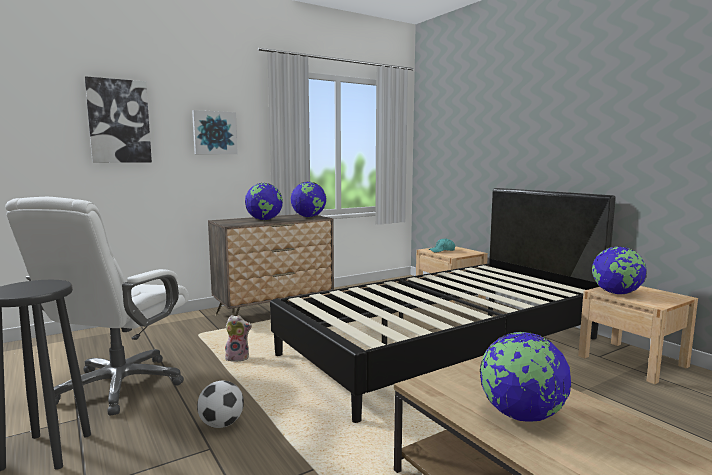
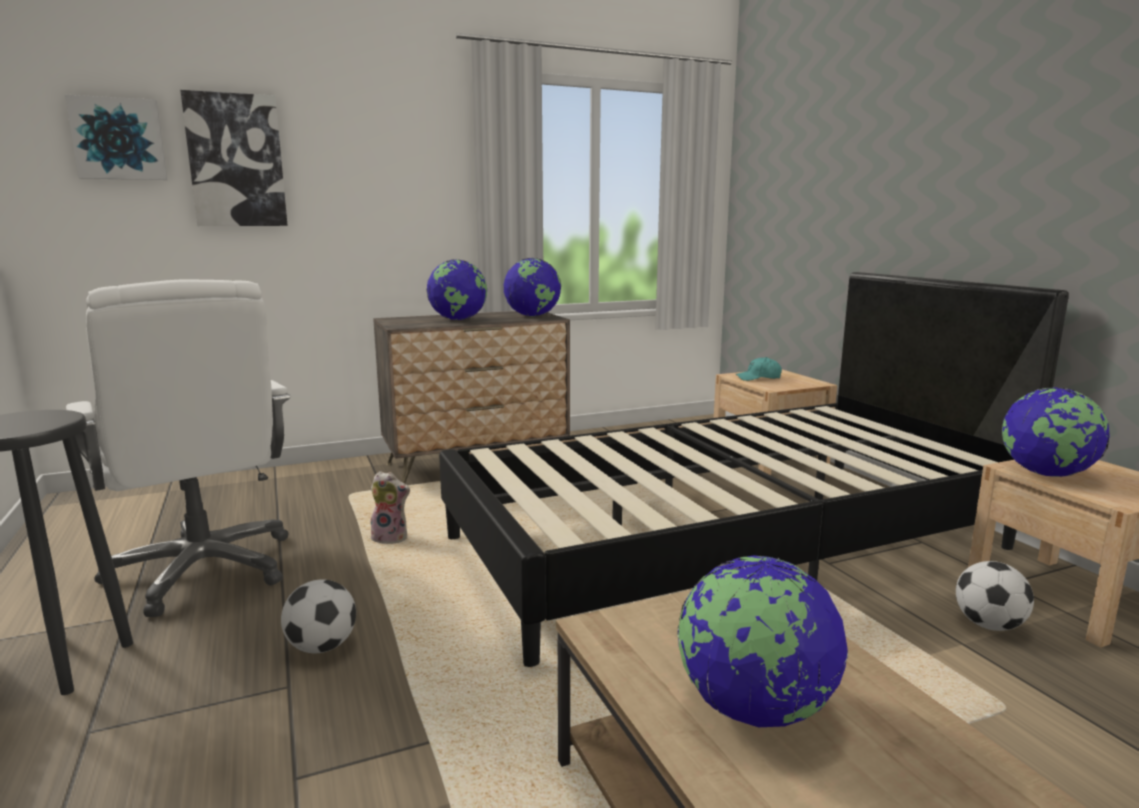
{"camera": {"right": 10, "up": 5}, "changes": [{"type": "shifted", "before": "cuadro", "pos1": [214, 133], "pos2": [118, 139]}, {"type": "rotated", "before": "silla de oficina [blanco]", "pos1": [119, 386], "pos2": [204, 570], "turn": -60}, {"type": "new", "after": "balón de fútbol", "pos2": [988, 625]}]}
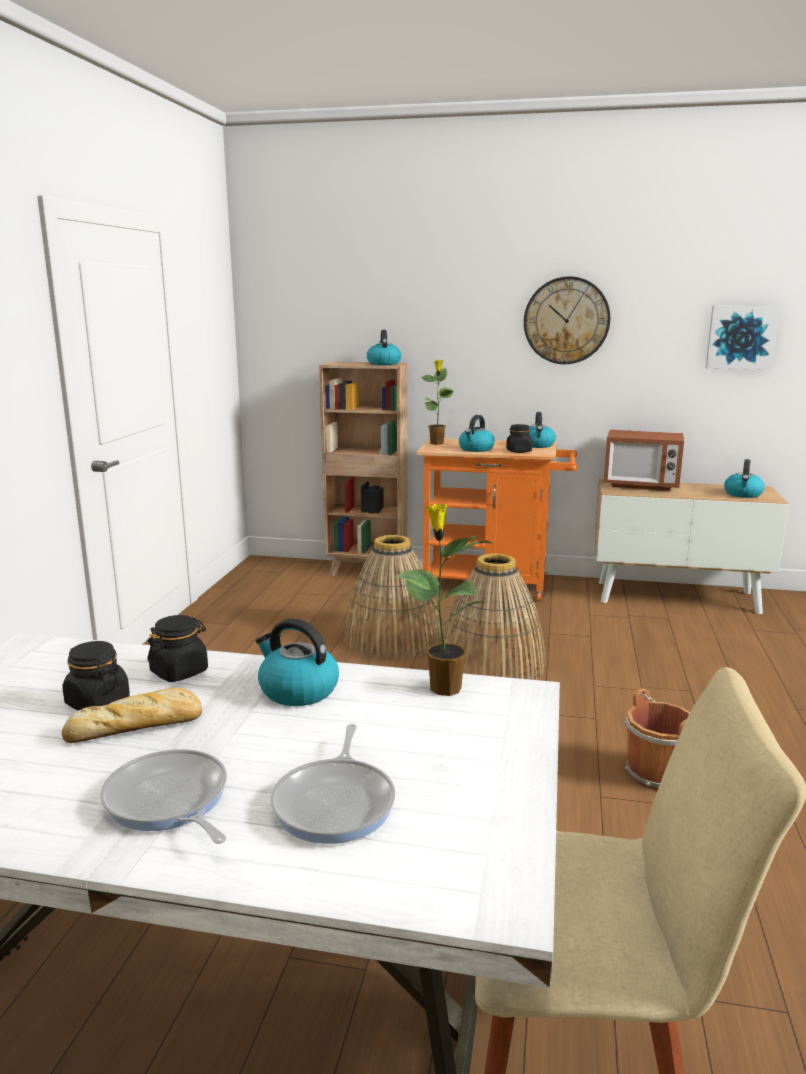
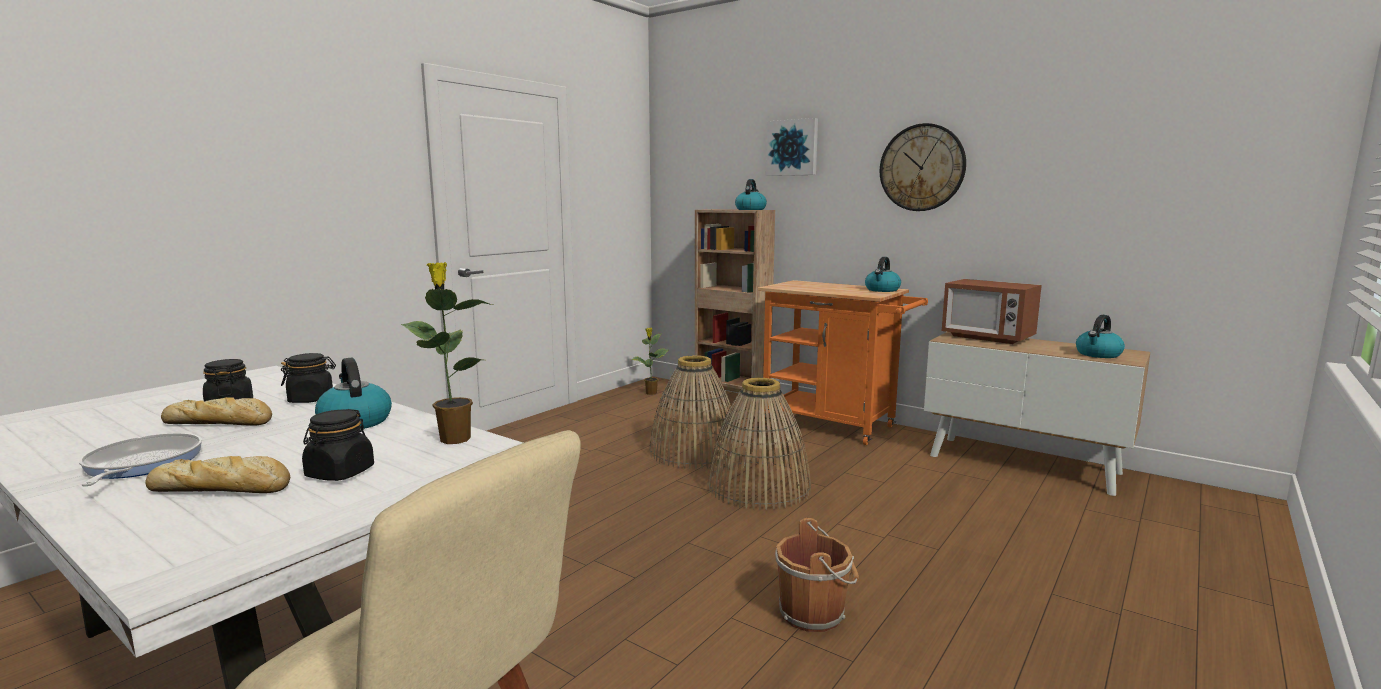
{"camera": {"right": 25, "up": -5}, "changes": [{"type": "shifted", "before": "cuadro", "pos1": [741, 337], "pos2": [792, 148]}, {"type": "shifted", "before": "planta en maceta", "pos1": [437, 443], "pos2": [651, 393]}, {"type": "gone", "before": "hervidor", "pos1": [476, 449]}, {"type": "shifted", "before": "tarro [negro]", "pos1": [519, 451], "pos2": [340, 473]}, {"type": "swapped", "before": "sartén", "after": "pan", "pos1": [336, 803], "pos2": [223, 489]}]}
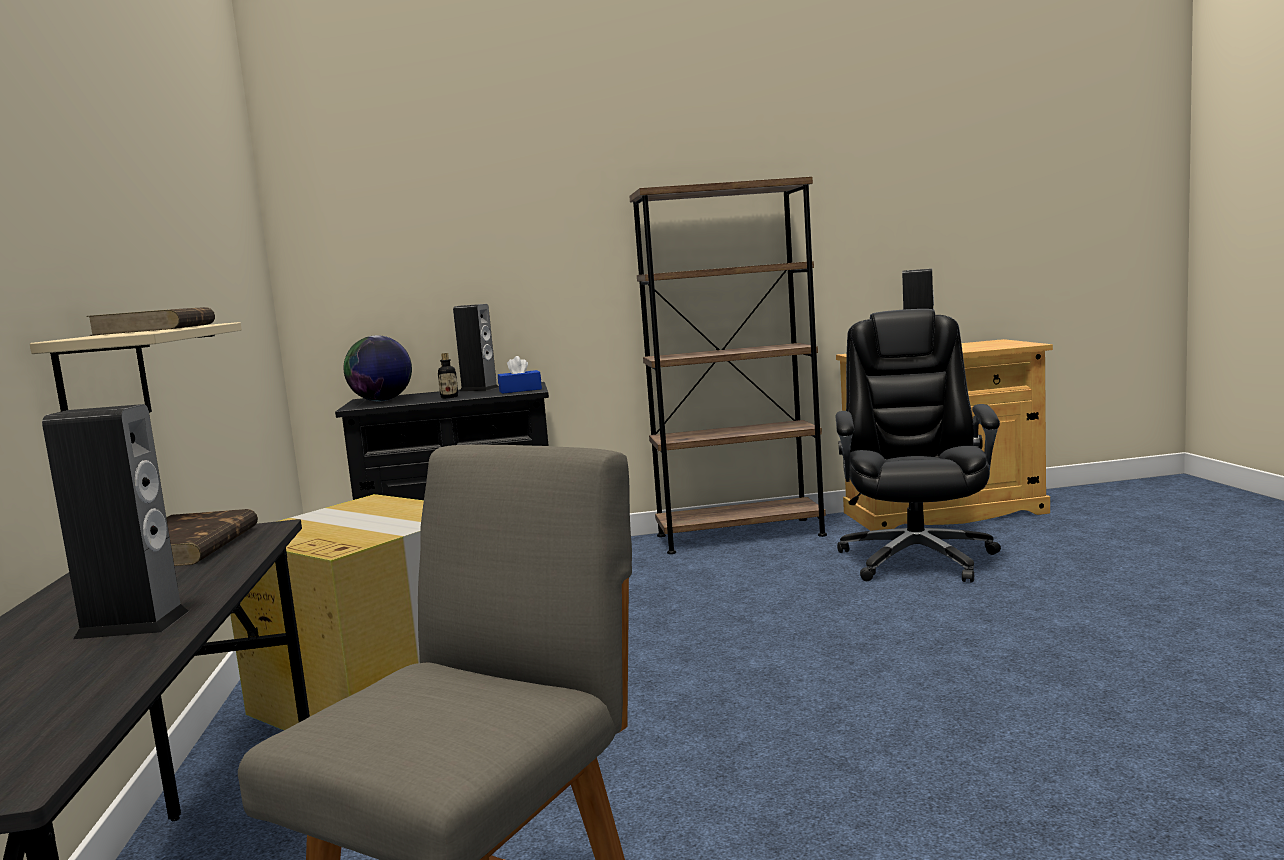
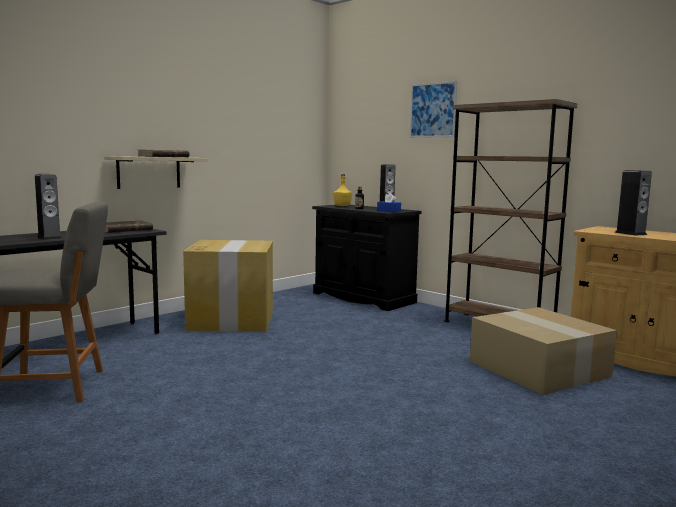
{"camera": {"right": 50, "up": 0}, "changes": [{"type": "swapped", "before": "silla de oficina [negro]", "after": "caja de cartón", "pos1": [916, 558], "pos2": [541, 369]}, {"type": "swapped", "before": "globo terráqueo", "after": "botella [amarillo]", "pos1": [381, 401], "pos2": [342, 206]}, {"type": "new", "after": "cuadro", "pos2": [432, 110]}]}
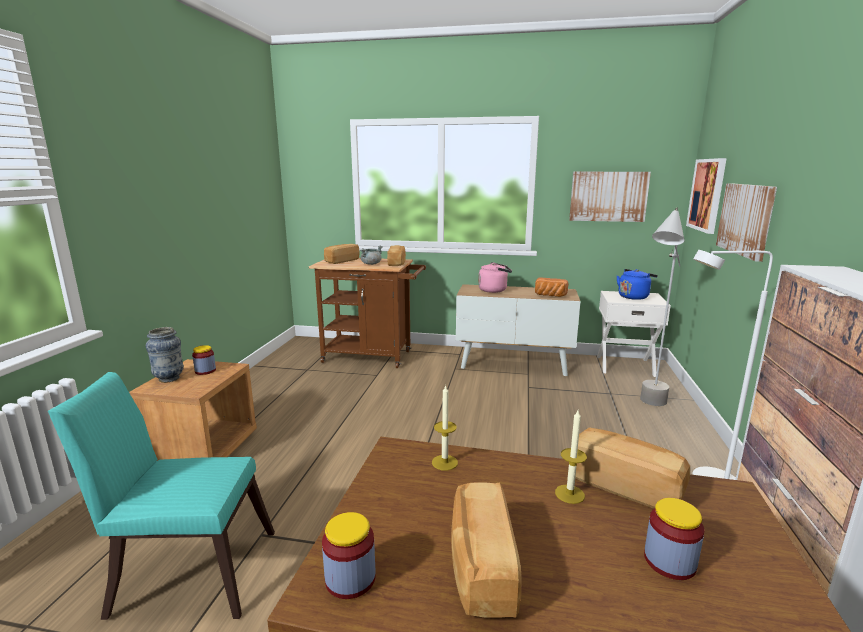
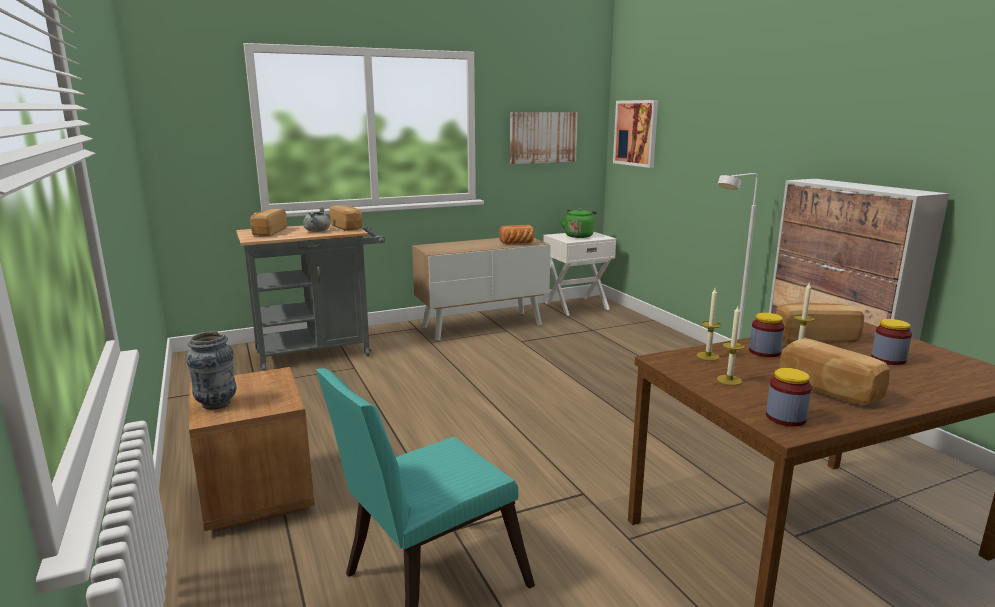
{"camera": {"right": -35, "up": 0}, "changes": [{"type": "gone", "before": "cuadro", "pos1": [746, 219]}, {"type": "gone", "before": "lámpara de pie [gris]", "pos1": [648, 408]}, {"type": "repainted", "before": "carrito [marrón]", "after": "carrito [gris]", "pos1": [372, 357], "pos2": [320, 352]}, {"type": "gone", "before": "hervidor [rosa]", "pos1": [494, 290]}, {"type": "repainted", "before": "hervidor [azul]", "after": "hervidor [verde]", "pos1": [634, 296], "pos2": [579, 236]}, {"type": "shifted", "before": "tarro", "pos1": [205, 371], "pos2": [764, 352]}, {"type": "new", "after": "vela", "pos2": [729, 380]}]}
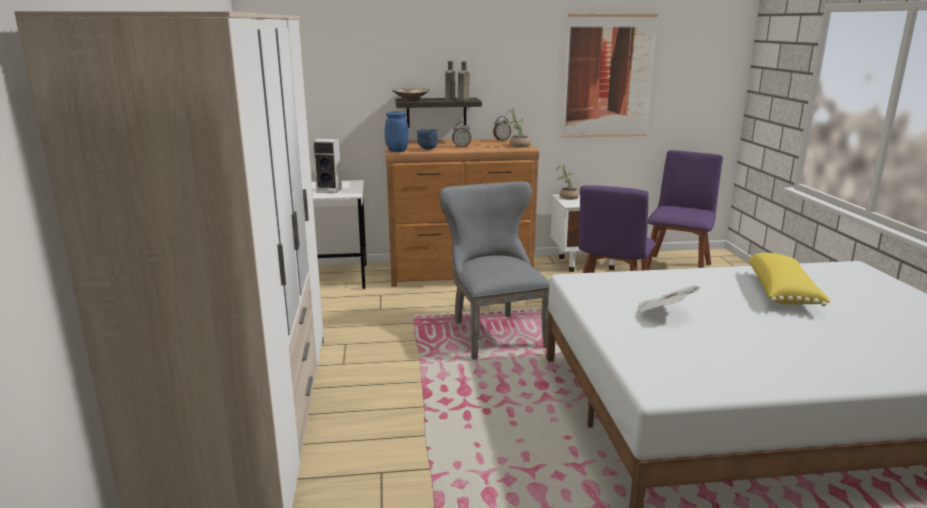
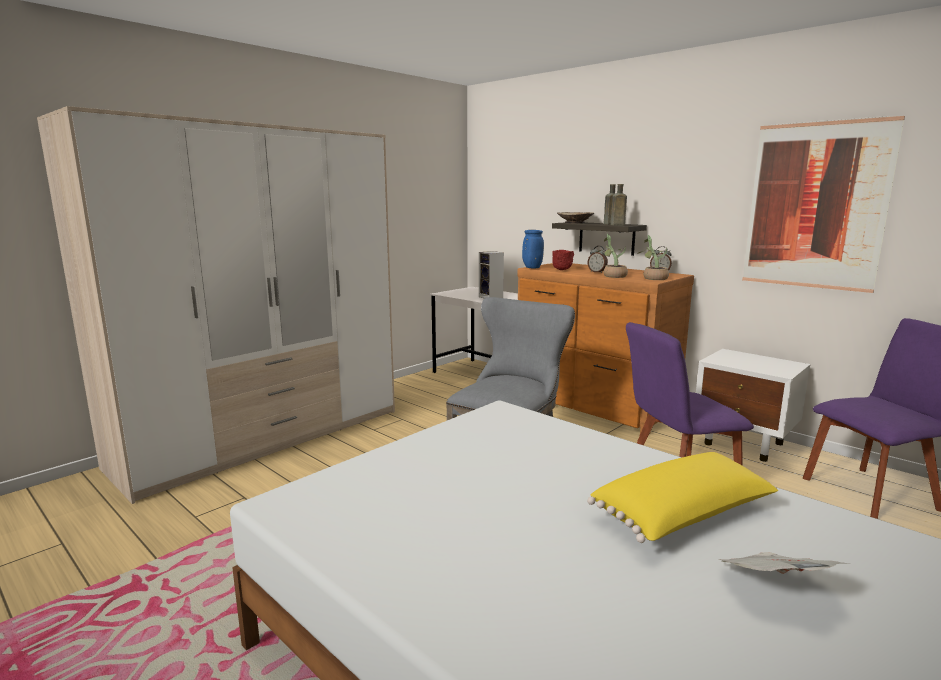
{"camera": {"right": 50, "up": -5}, "changes": [{"type": "repainted", "before": "cuenco [azul]", "after": "cuenco [rojo]", "pos1": [428, 149], "pos2": [562, 269]}, {"type": "shifted", "before": "planta en maceta", "pos1": [566, 197], "pos2": [612, 276]}, {"type": "shifted", "before": "periódico", "pos1": [663, 314], "pos2": [775, 587]}]}
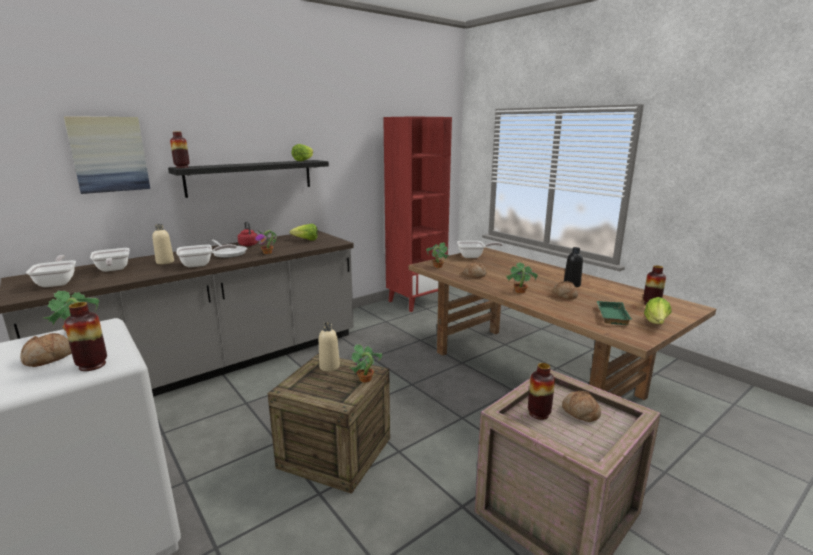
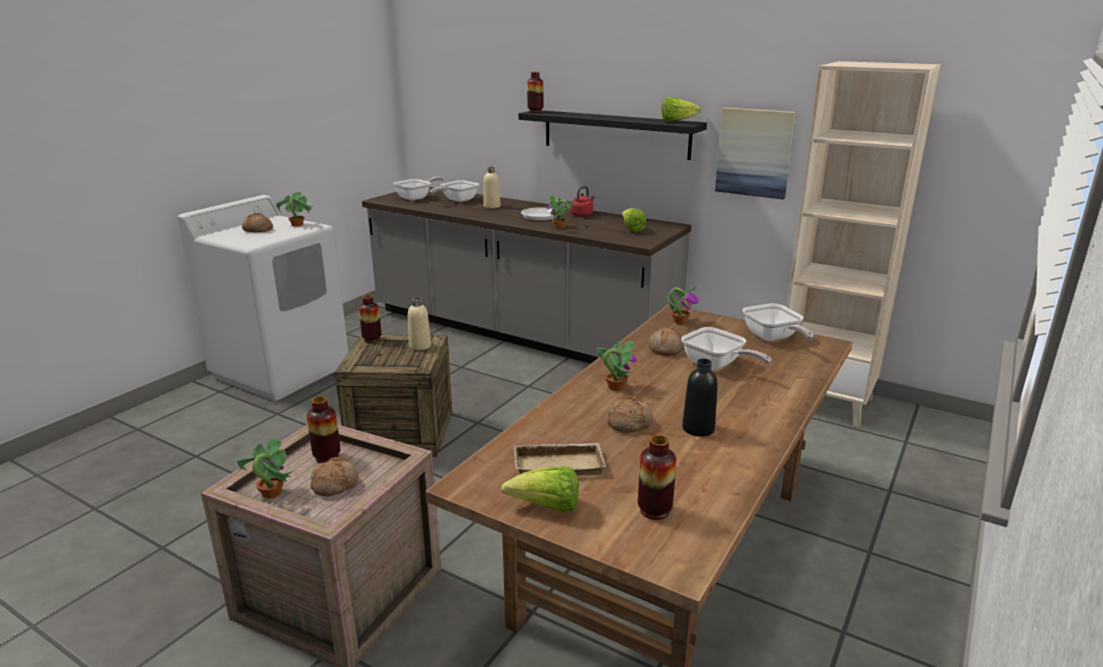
{"camera": {"right": 70, "up": 5}, "changes": [{"type": "shifted", "before": "cuadro", "pos1": [109, 154], "pos2": [754, 152]}, {"type": "repainted", "before": "estantería [rojo]", "after": "estantería [beis]", "pos1": [416, 301], "pos2": [825, 402]}, {"type": "shifted", "before": "sartén", "pos1": [201, 264], "pos2": [716, 365]}, {"type": "repainted", "before": "bandeja [verde]", "after": "bandeja [beis]", "pos1": [610, 315], "pos2": [559, 464]}, {"type": "shifted", "before": "florero", "pos1": [92, 365], "pos2": [372, 339]}, {"type": "shifted", "before": "planta en maceta", "pos1": [365, 379], "pos2": [271, 493]}]}
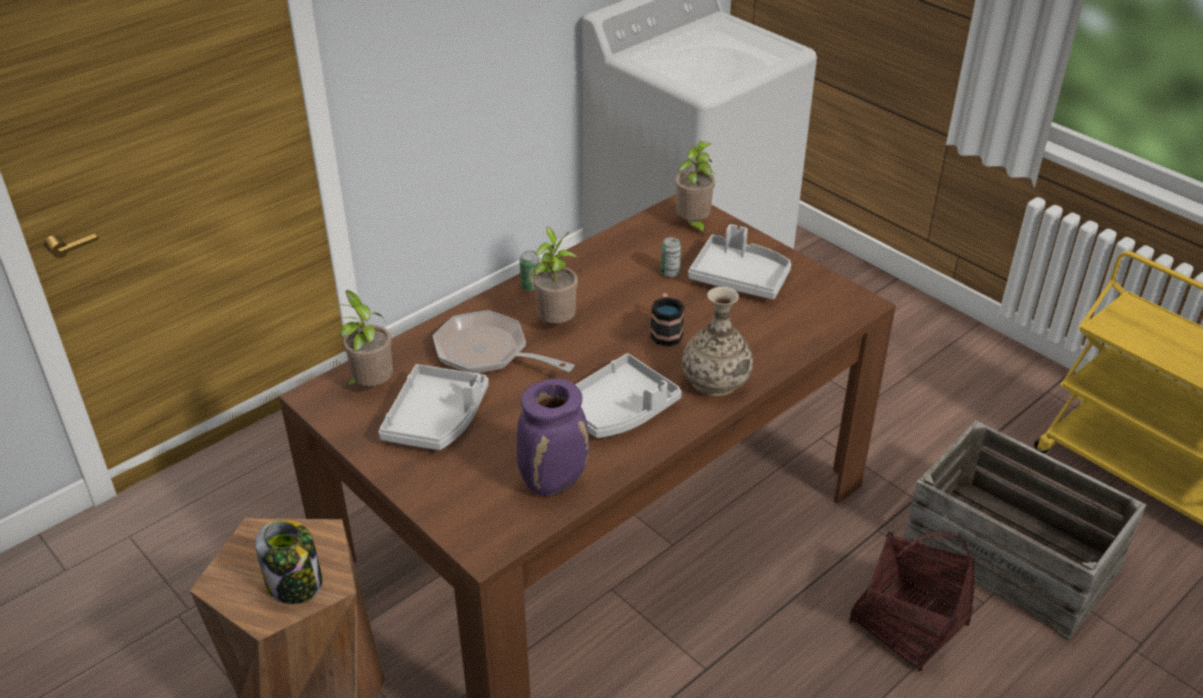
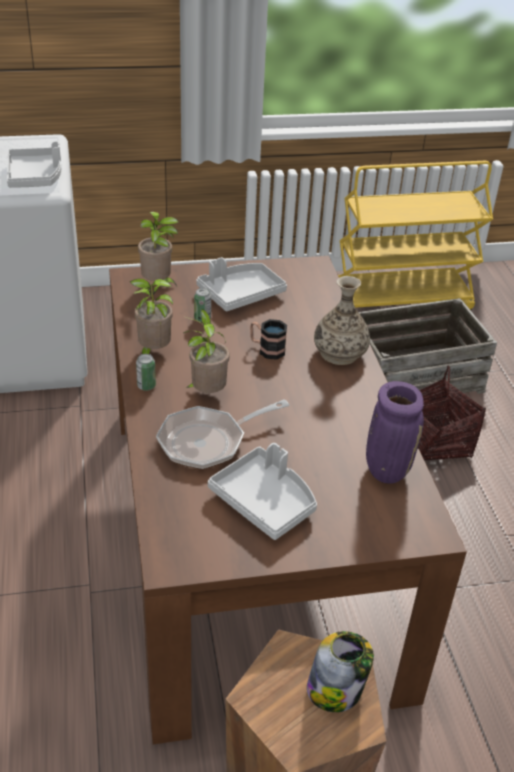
{"camera": {"right": -60, "up": 0}, "changes": [{"type": "shifted", "before": "planta en maceta", "pos1": [371, 386], "pos2": [153, 352]}, {"type": "shifted", "before": "bandeja [gris]", "pos1": [618, 410], "pos2": [35, 177]}]}
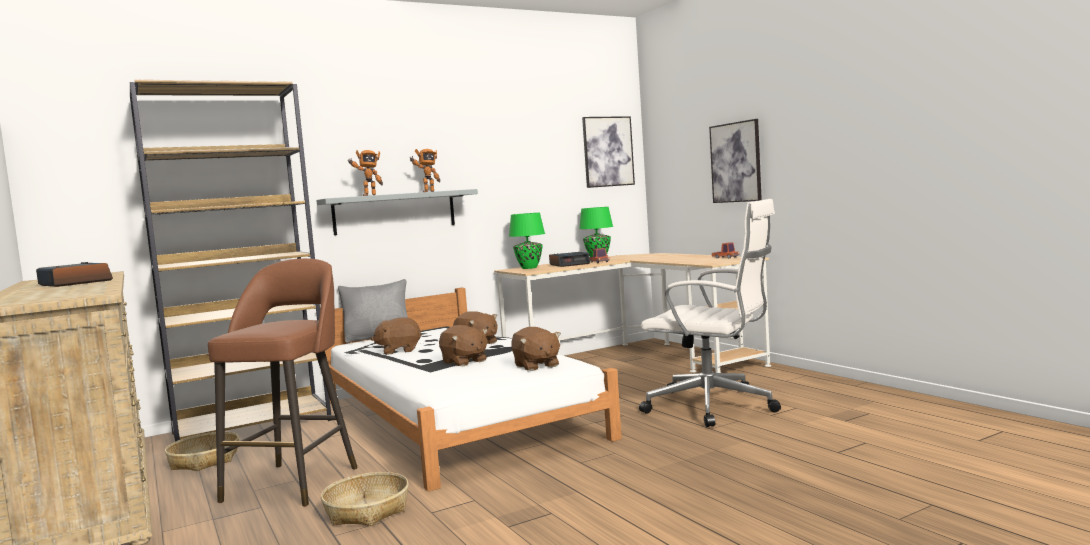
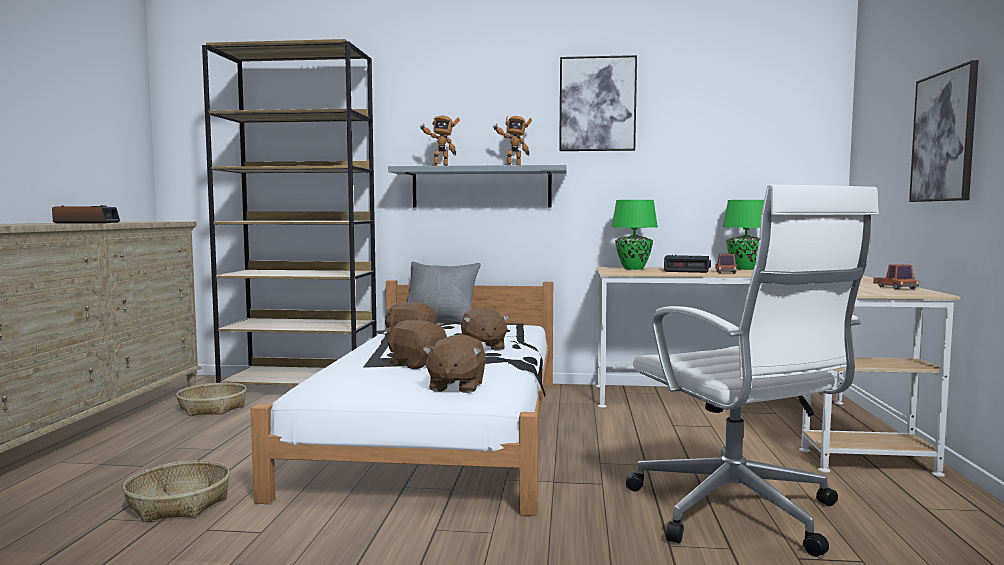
{"camera": {"right": 35, "up": 0}, "changes": [{"type": "shifted", "before": "cuadro", "pos1": [608, 151], "pos2": [597, 104]}, {"type": "gone", "before": "taburete [marrón]", "pos1": [294, 483]}, {"type": "rotated", "before": "peluche [marrón]", "pos1": [464, 362], "pos2": [417, 364], "turn": 135}]}
